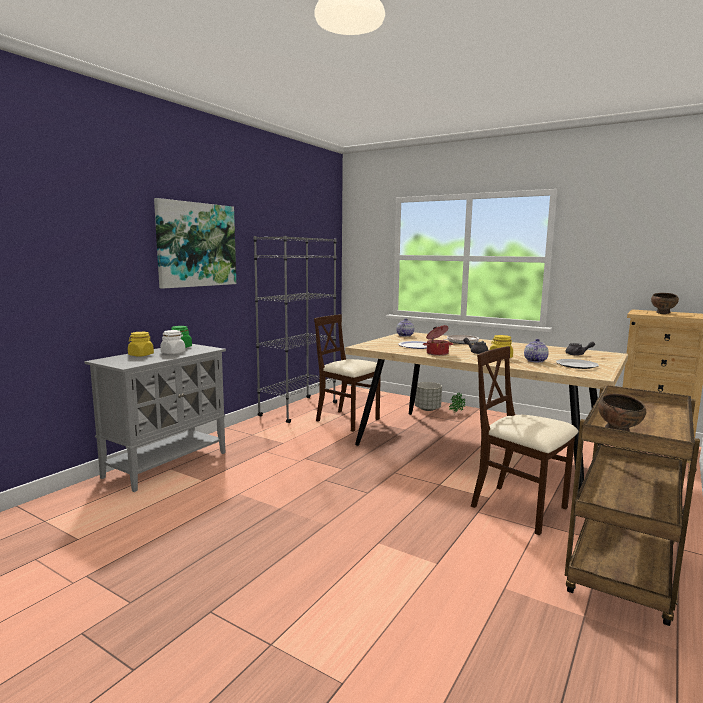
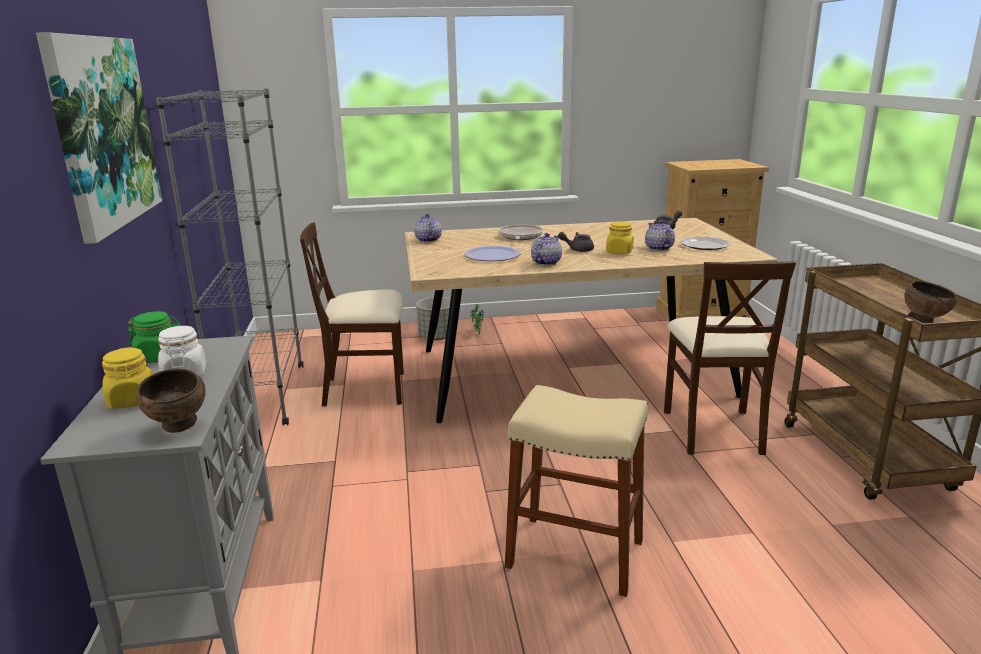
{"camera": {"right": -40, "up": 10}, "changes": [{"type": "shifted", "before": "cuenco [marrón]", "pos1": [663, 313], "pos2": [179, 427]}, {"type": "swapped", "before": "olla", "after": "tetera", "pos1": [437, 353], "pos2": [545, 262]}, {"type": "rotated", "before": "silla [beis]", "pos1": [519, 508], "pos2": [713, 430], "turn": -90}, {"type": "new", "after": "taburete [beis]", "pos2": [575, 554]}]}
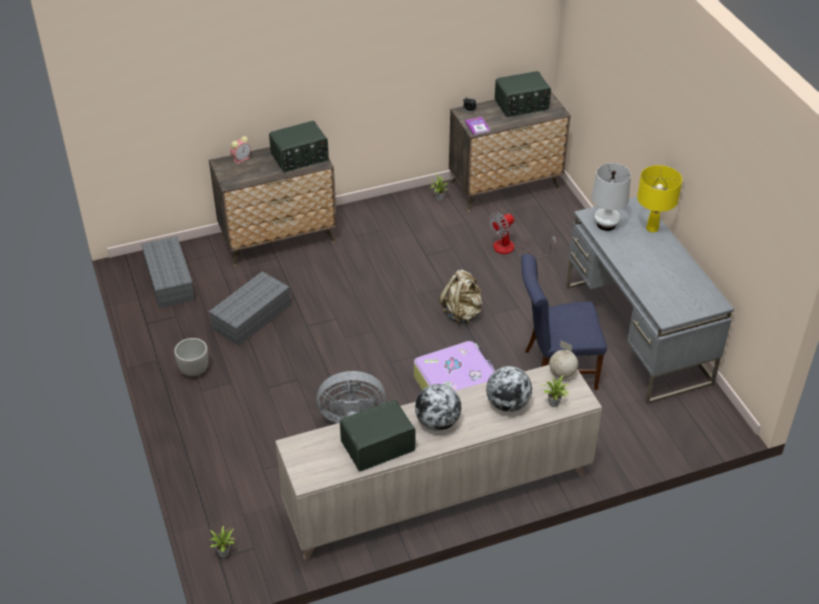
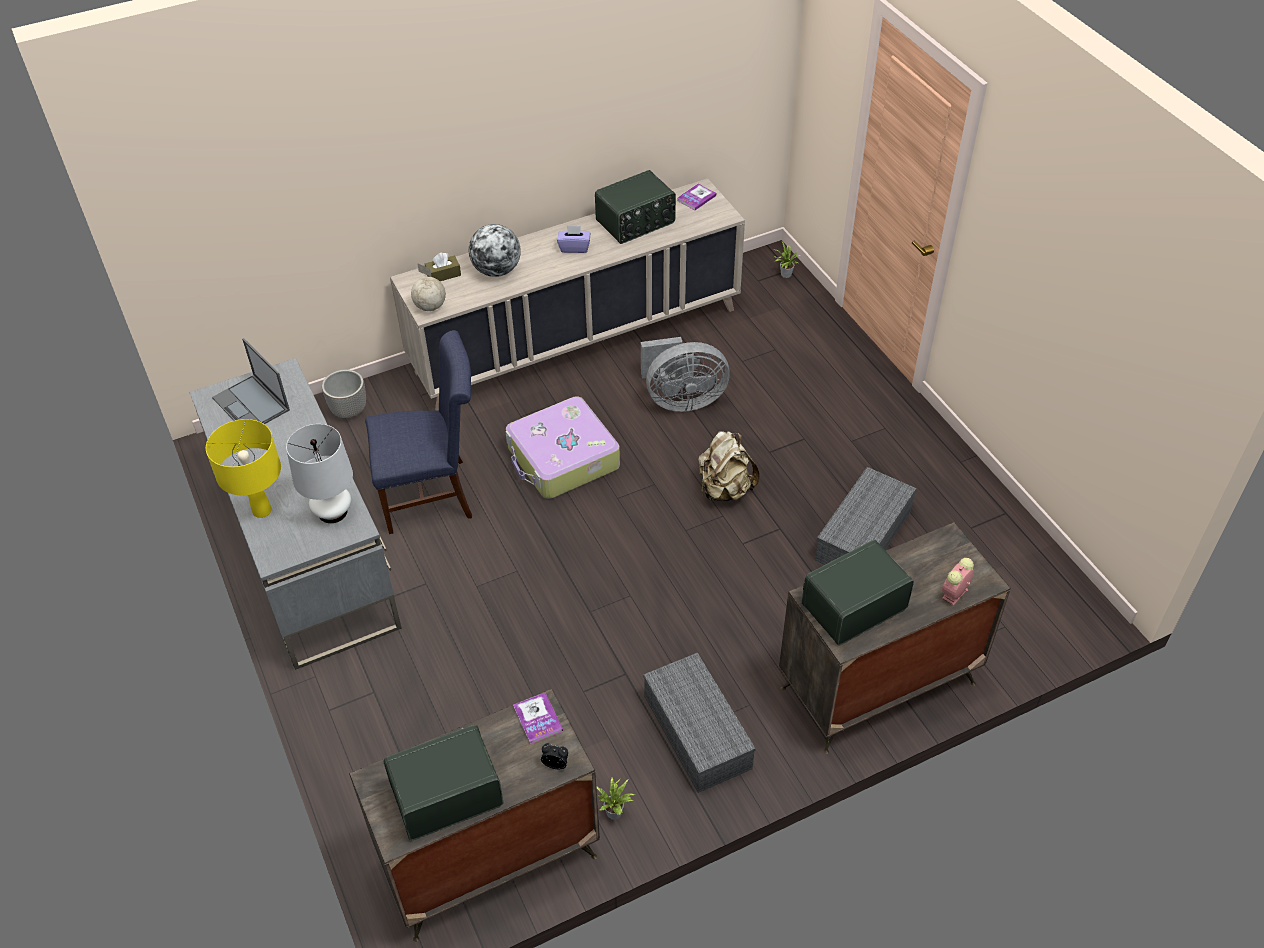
{"camera": {"right": 175, "up": 5}, "changes": [{"type": "gone", "before": "ventilador", "pos1": [512, 248]}, {"type": "shifted", "before": "caja de almacenaje [gris]", "pos1": [168, 280], "pos2": [699, 733]}, {"type": "shifted", "before": "mochila [beis]", "pos1": [462, 313], "pos2": [725, 489]}, {"type": "shifted", "before": "maceta", "pos1": [194, 370], "pos2": [349, 411]}, {"type": "swapped", "before": "planta en maceta", "after": "caja de pañuelos [marrón]", "pos1": [554, 404], "pos2": [443, 275]}, {"type": "swapped", "before": "globo terráqueo", "after": "caja de pañuelos [morado]", "pos1": [437, 422], "pos2": [574, 247]}, {"type": "new", "after": "libro", "pos2": [696, 198]}, {"type": "new", "after": "portátil", "pos2": [252, 404]}]}
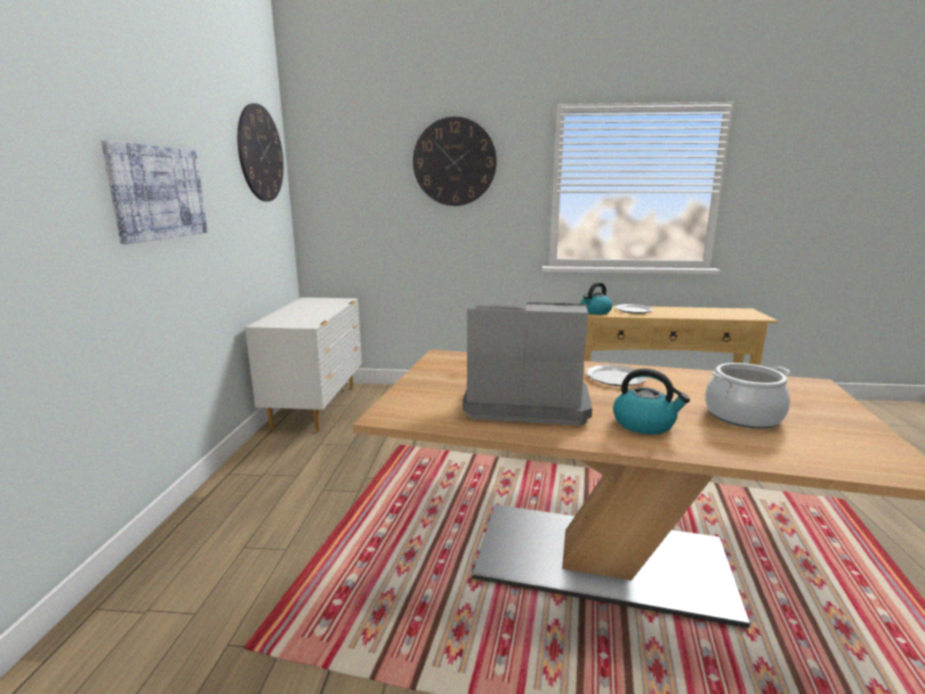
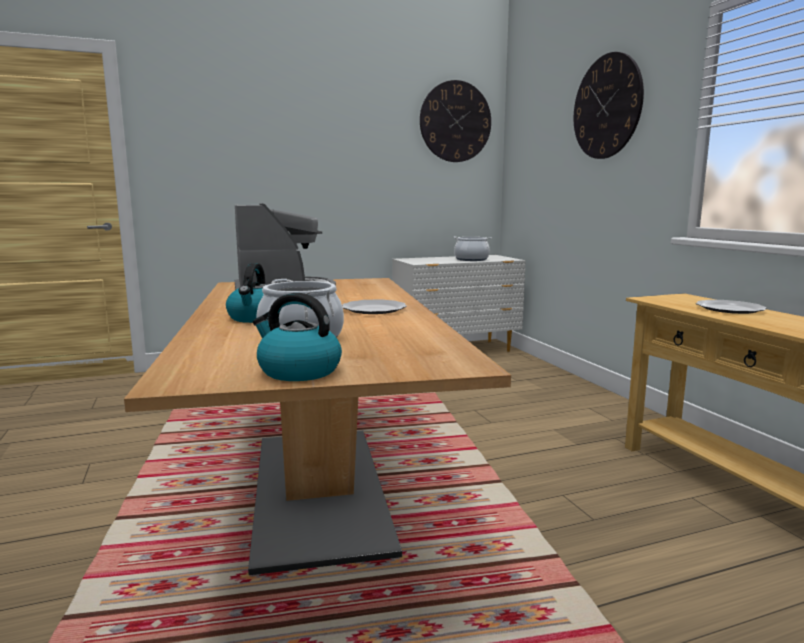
{"camera": {"right": 65, "up": -5}, "changes": [{"type": "gone", "before": "cuadro", "pos1": [158, 193]}, {"type": "shifted", "before": "hervidor", "pos1": [595, 312], "pos2": [298, 371]}, {"type": "new", "after": "olla", "pos2": [471, 259]}]}
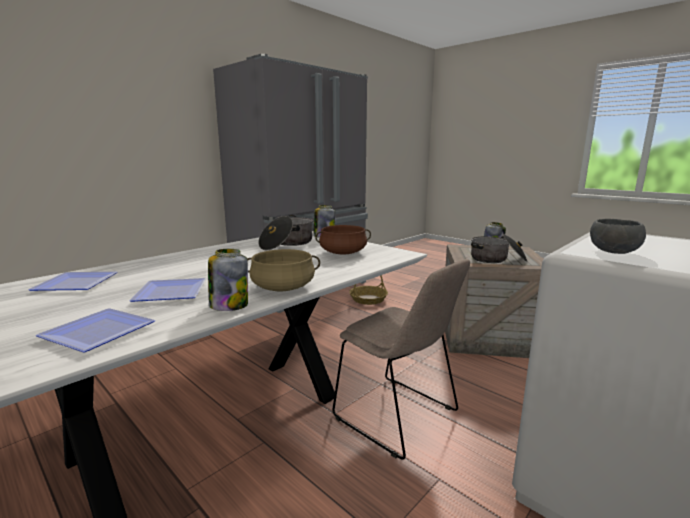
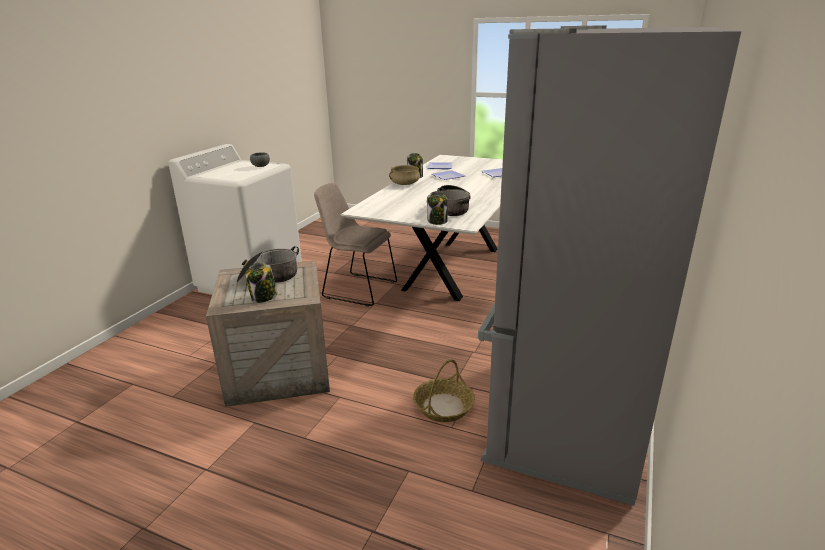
{"camera": {"right": 160, "up": 10}, "changes": [{"type": "gone", "before": "olla [marrón]", "pos1": [343, 253]}]}
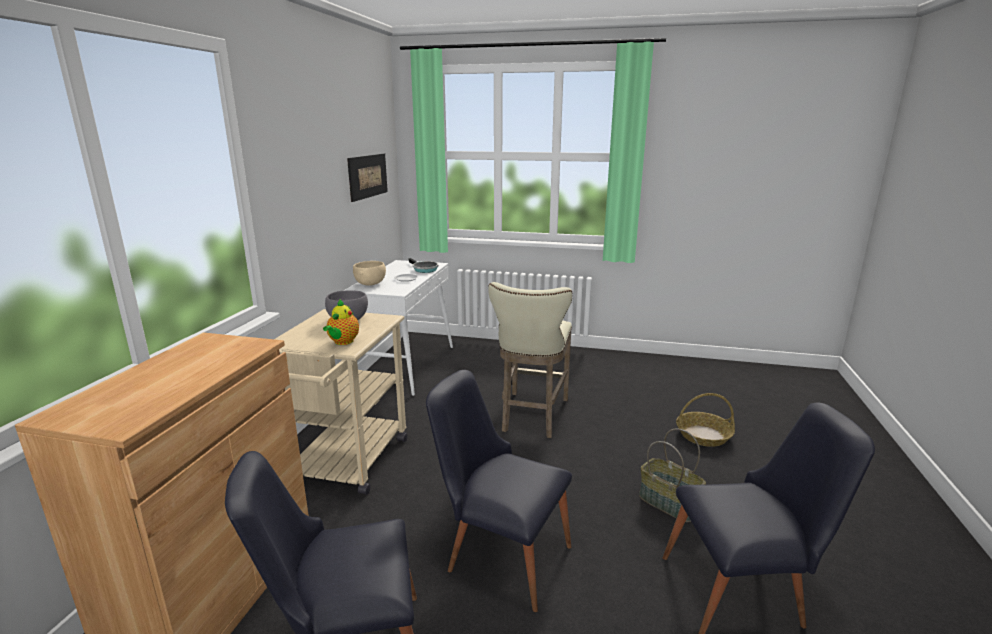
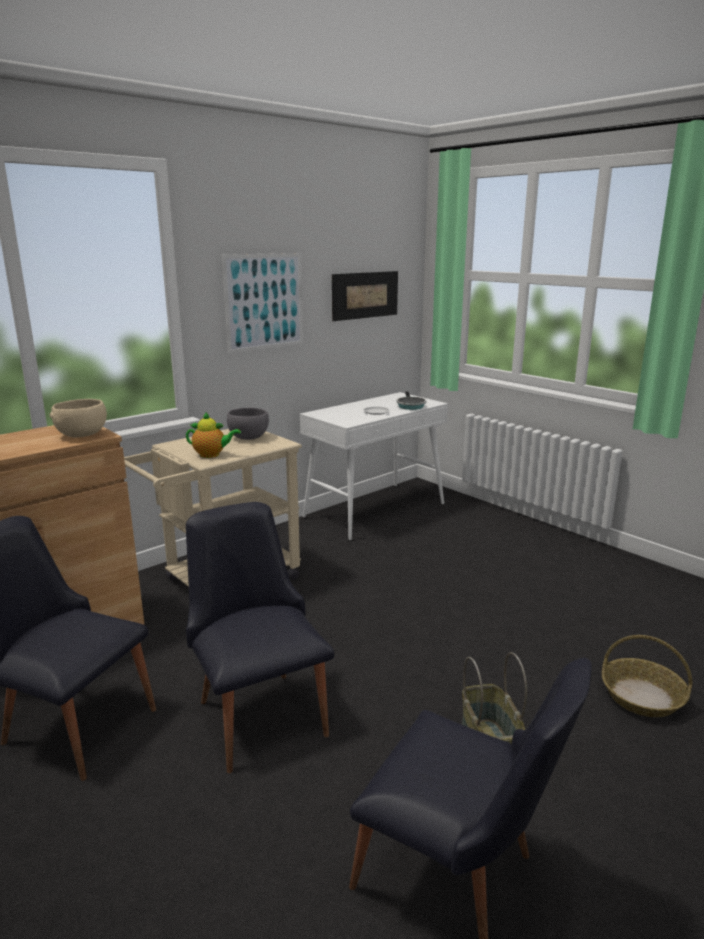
{"camera": {"right": 35, "up": 0}, "changes": [{"type": "shifted", "before": "cuenco [beis]", "pos1": [370, 284], "pos2": [82, 435]}, {"type": "gone", "before": "taburete [beis]", "pos1": [532, 416]}, {"type": "rotated", "before": "tetera", "pos1": [342, 342], "pos2": [212, 455], "turn": -135}, {"type": "new", "after": "cuadro", "pos2": [264, 302]}]}
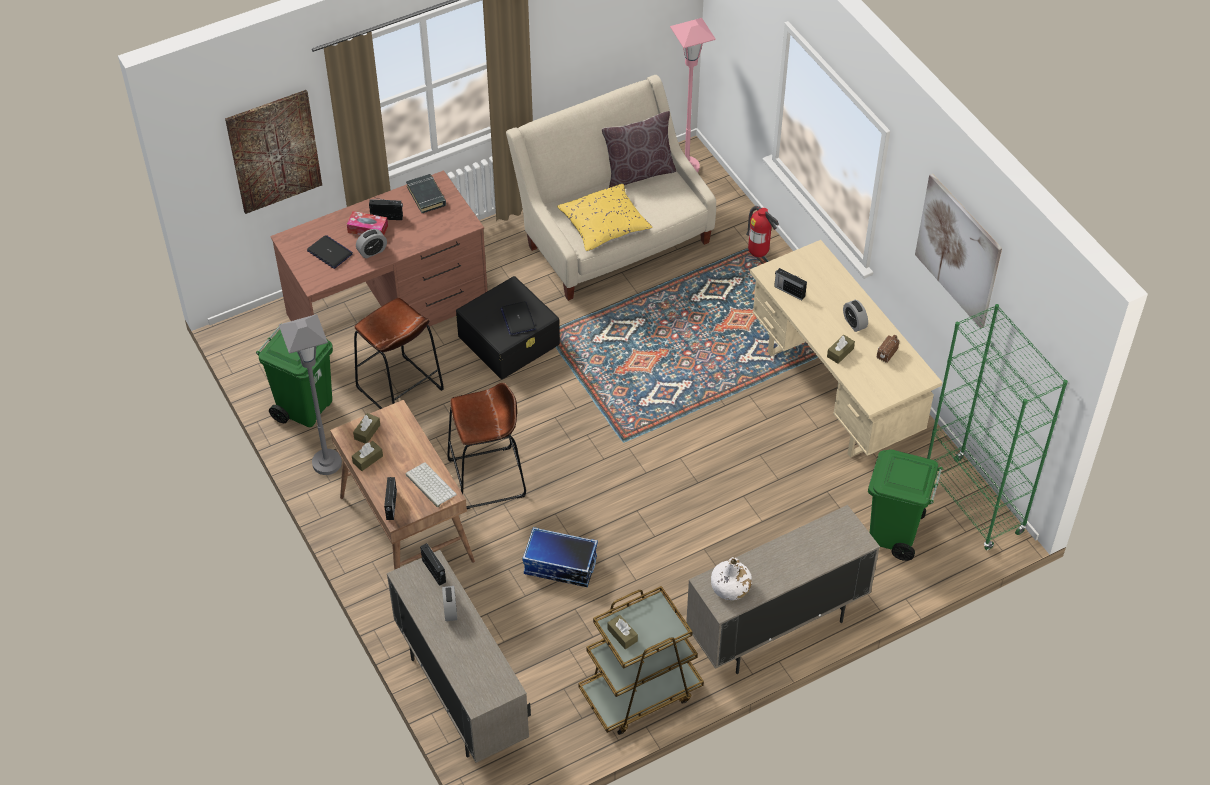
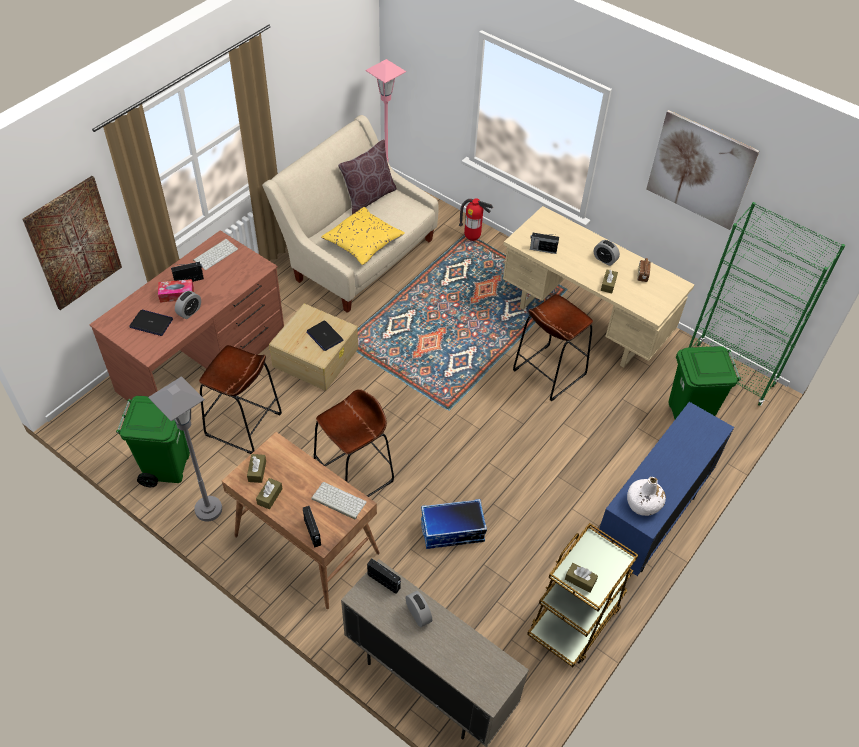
{"camera": {"right": -25, "up": 0}, "changes": [{"type": "swapped", "before": "libro [negro]", "after": "teclado", "pos1": [426, 196], "pos2": [215, 254]}, {"type": "repainted", "before": "caja de almacenaje [negro]", "after": "caja de almacenaje [beis]", "pos1": [509, 339], "pos2": [316, 356]}, {"type": "repainted", "before": "armario [beis]", "after": "armario [azul]", "pos1": [776, 629], "pos2": [649, 523]}, {"type": "new", "after": "taburete [marrón]", "pos2": [549, 372]}]}
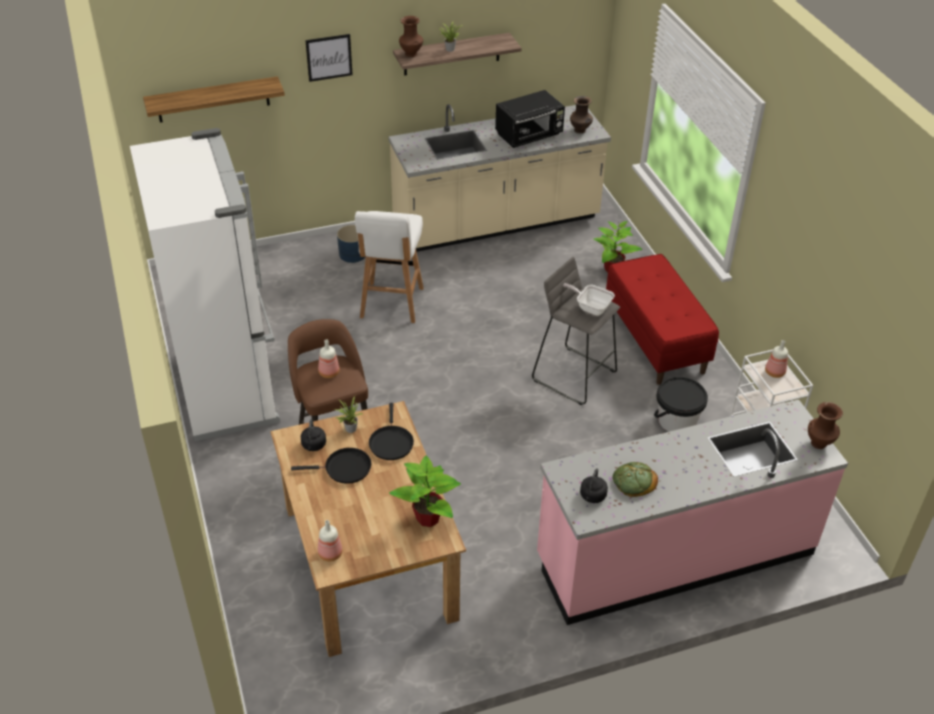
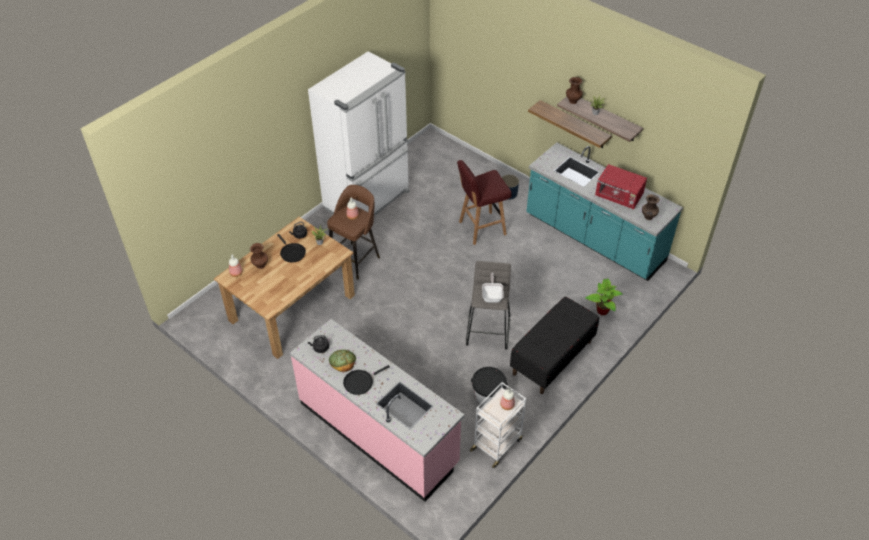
{"camera": {"right": 60, "up": 5}, "changes": [{"type": "gone", "before": "cuadro", "pos1": [329, 57]}, {"type": "shifted", "before": "estante", "pos1": [213, 99], "pos2": [574, 125]}, {"type": "repainted", "before": "microondas [negro]", "after": "microondas [rojo]", "pos1": [529, 135], "pos2": [619, 197]}, {"type": "repainted", "before": "mueble bajo de cocina [beis]", "after": "mueble bajo de cocina [turquesa]", "pos1": [496, 224], "pos2": [594, 239]}, {"type": "repainted", "before": "taburete [blanco]", "after": "taburete [rojo]", "pos1": [391, 304], "pos2": [481, 228]}, {"type": "repainted", "before": "banco [rojo]", "after": "banco [negro]", "pos1": [656, 340], "pos2": [552, 358]}, {"type": "shifted", "before": "florero [marrón]", "pos1": [819, 443], "pos2": [261, 266]}, {"type": "shifted", "before": "sartén [negro]", "pos1": [391, 442], "pos2": [360, 382]}, {"type": "gone", "before": "planta en maceta", "pos1": [429, 518]}]}
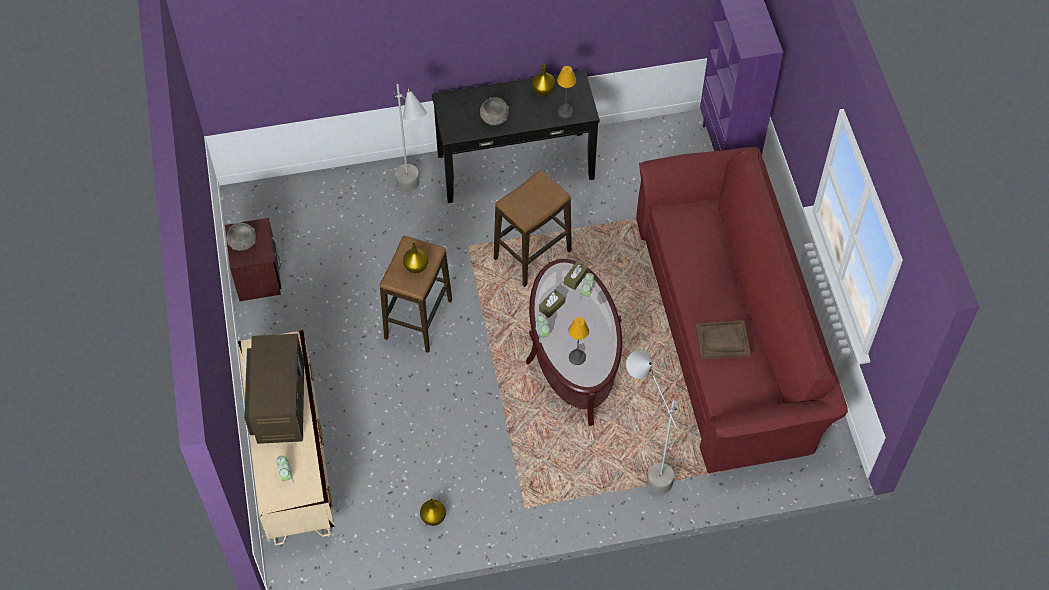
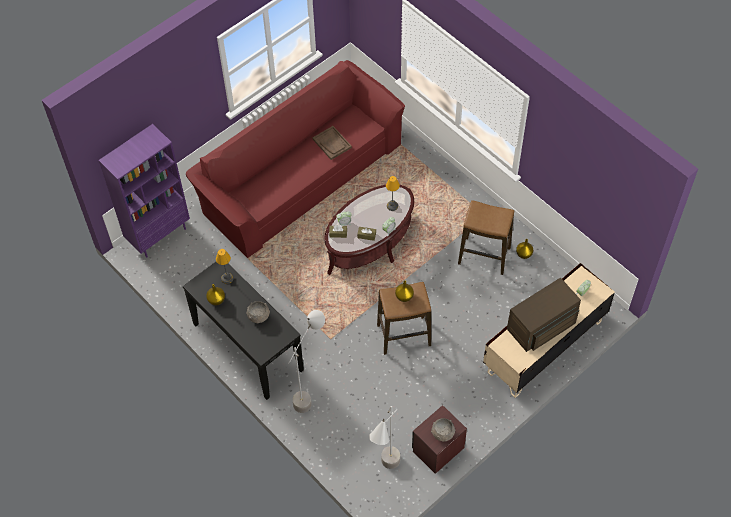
{"camera": {"right": -120, "up": 0}, "changes": [{"type": "shifted", "before": "taburete", "pos1": [532, 254], "pos2": [484, 256]}, {"type": "shifted", "before": "lámpara de pie [gris]", "pos1": [645, 466], "pos2": [385, 474]}]}
